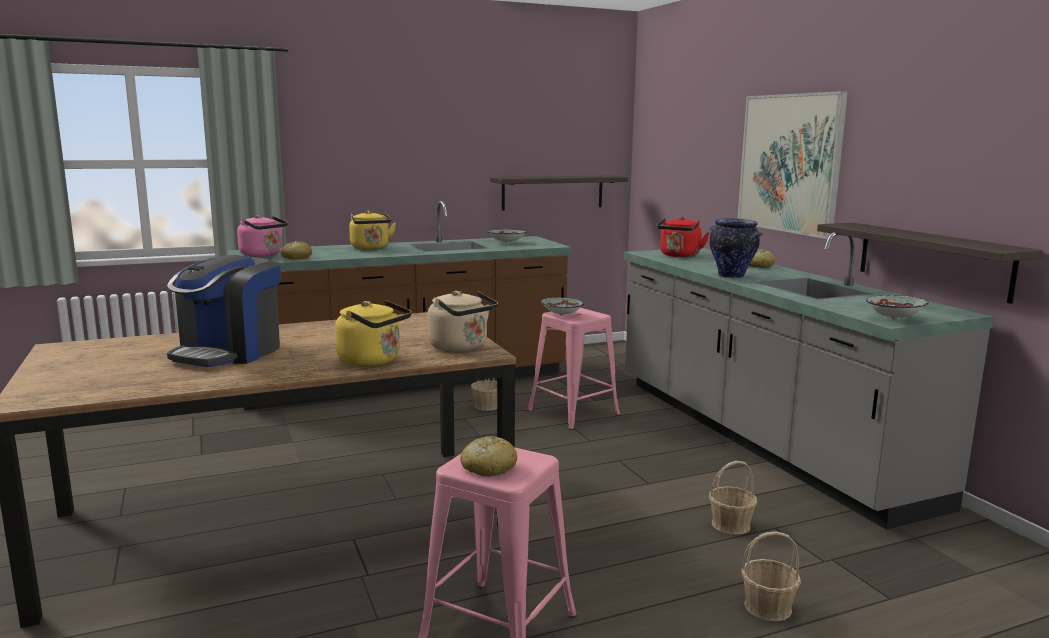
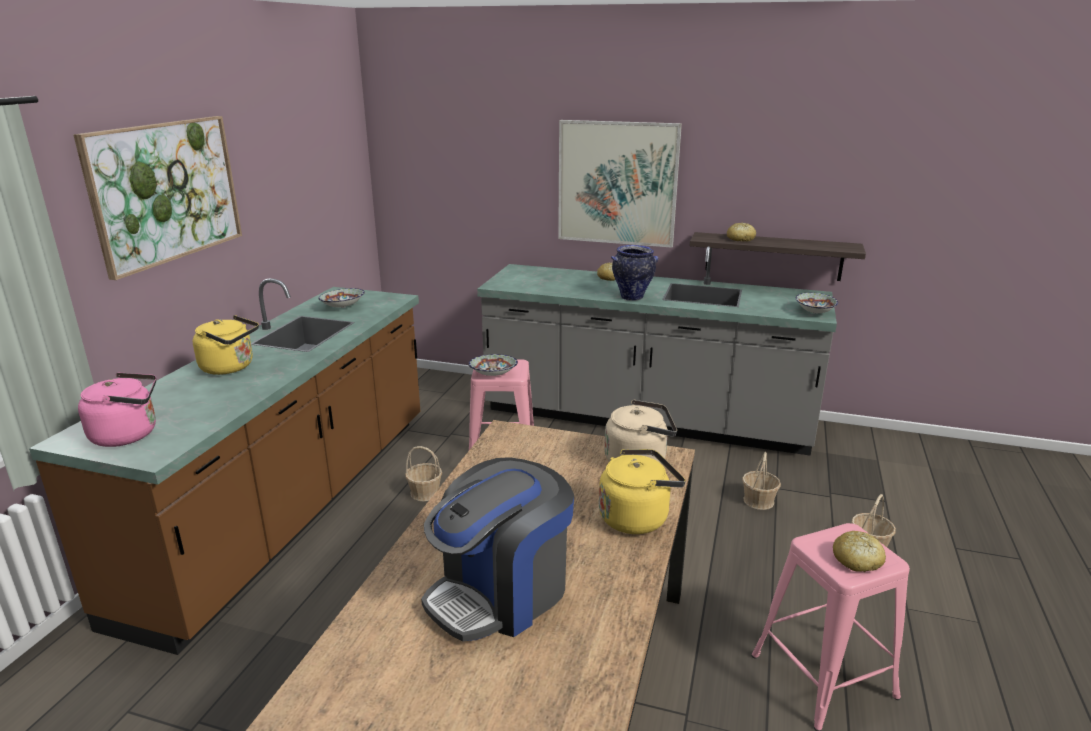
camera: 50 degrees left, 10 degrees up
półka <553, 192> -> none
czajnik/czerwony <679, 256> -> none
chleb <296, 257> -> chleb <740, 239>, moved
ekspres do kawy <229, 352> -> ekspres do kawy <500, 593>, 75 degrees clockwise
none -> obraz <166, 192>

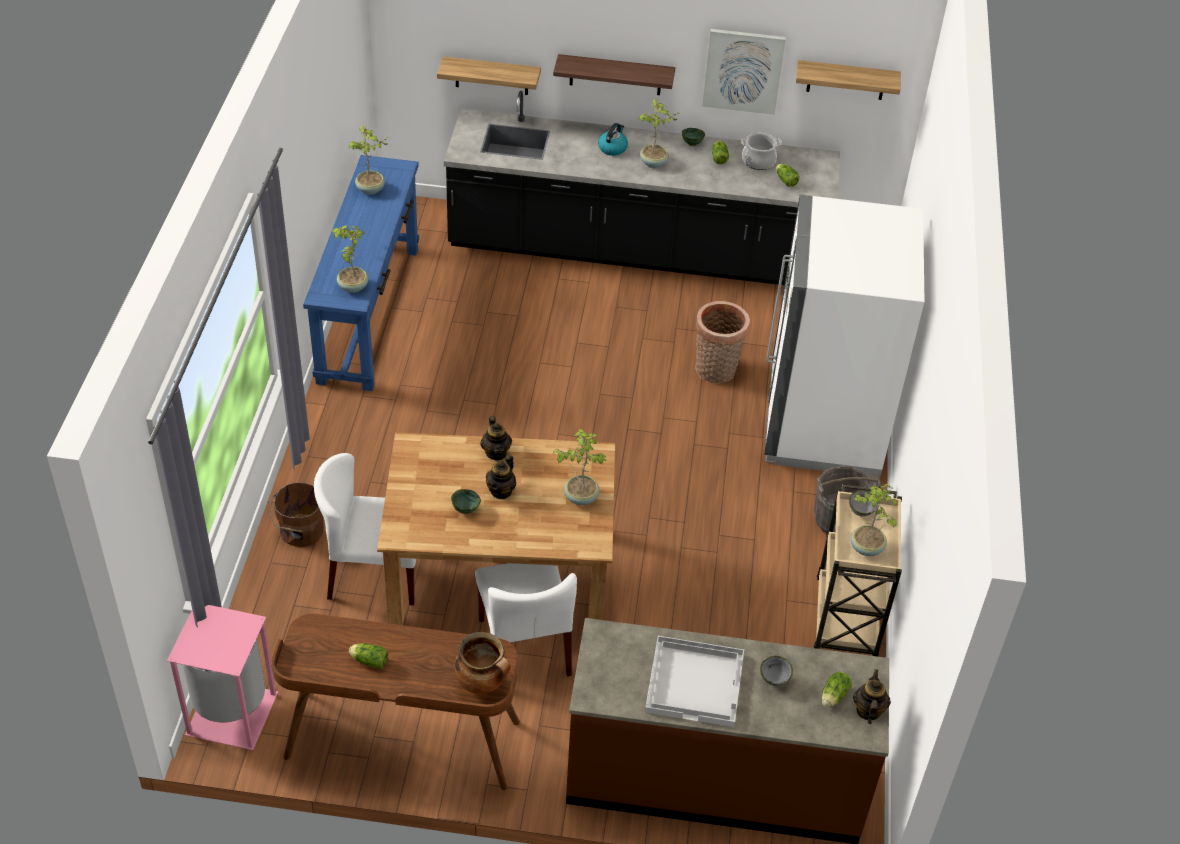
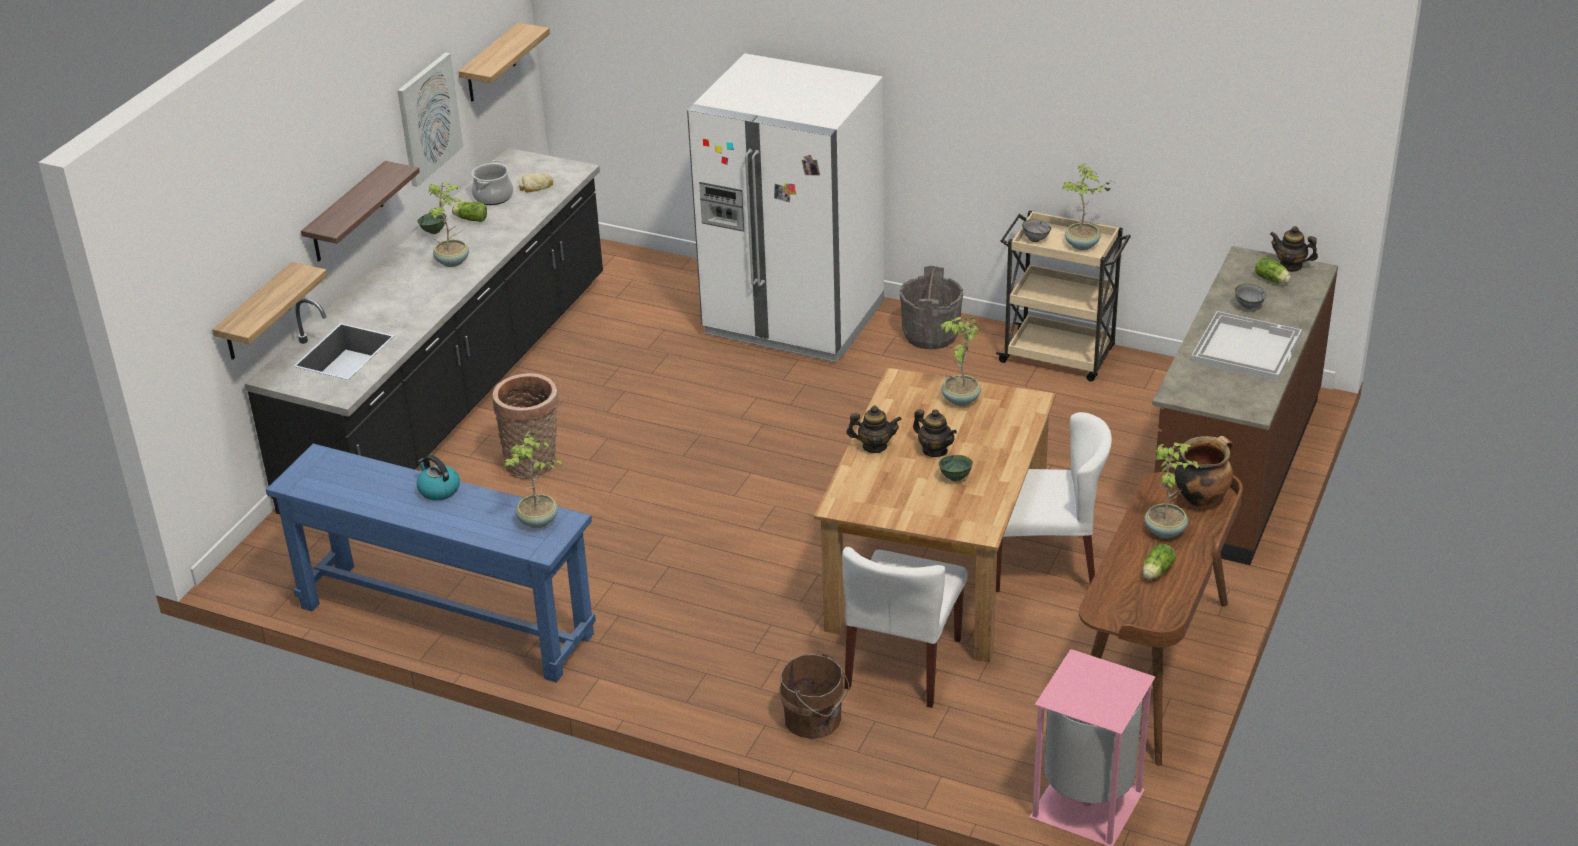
camera: 70 degrees left, 10 degrees down
czajnik <612, 148> -> czajnik <438, 490>, moved
roślina doniczkowa <371, 190> -> roślina doniczkowa <1166, 530>, moved
sałata <785, 180> -> chleb <536, 186>
koszyk <716, 372> -> koszyk <534, 464>, moved

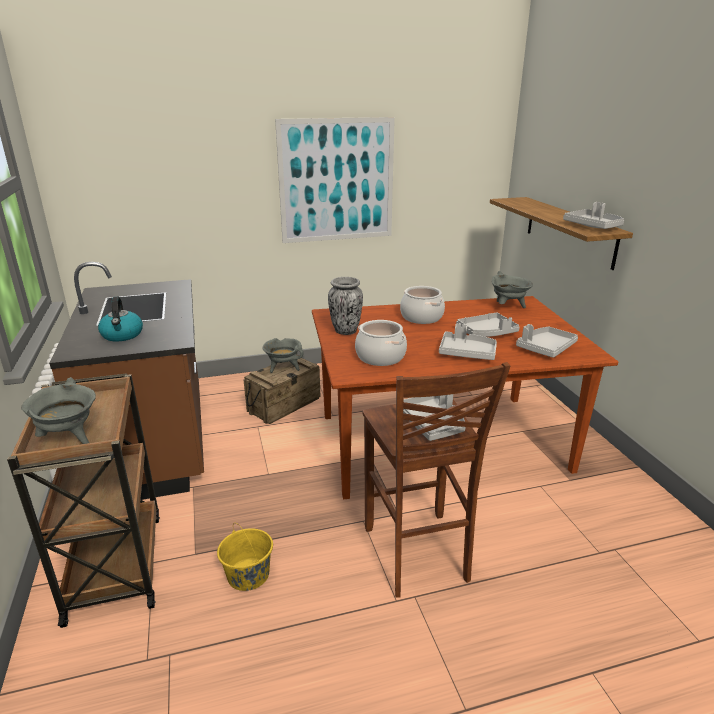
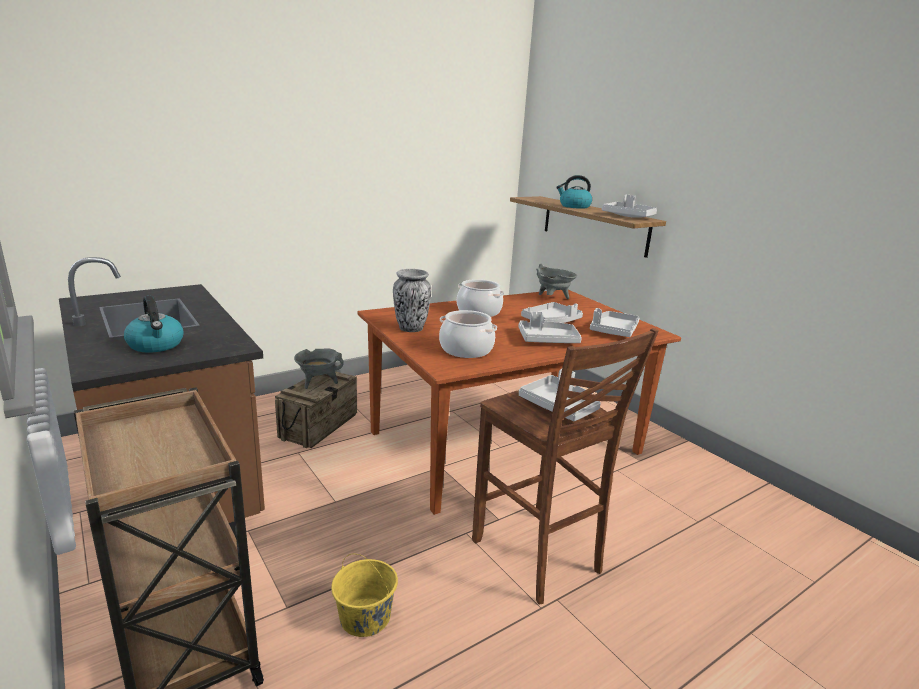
camera: 20 degrees left, 5 degrees down
obraz <337, 181> -> none
garnek/szary <70, 438> -> none
none -> czajnik <574, 206>

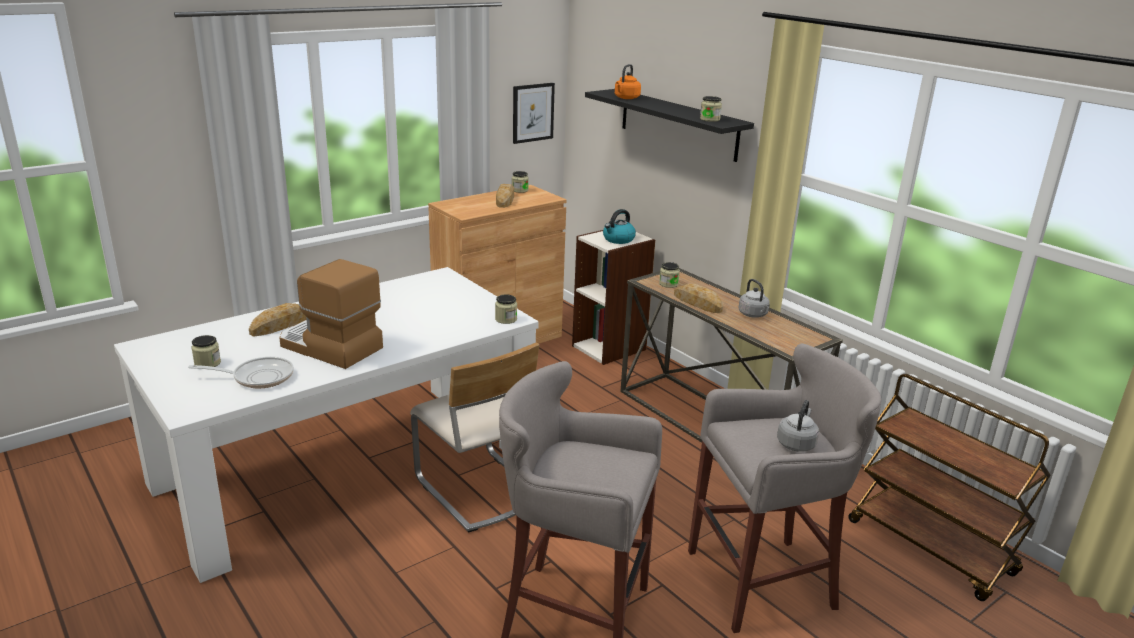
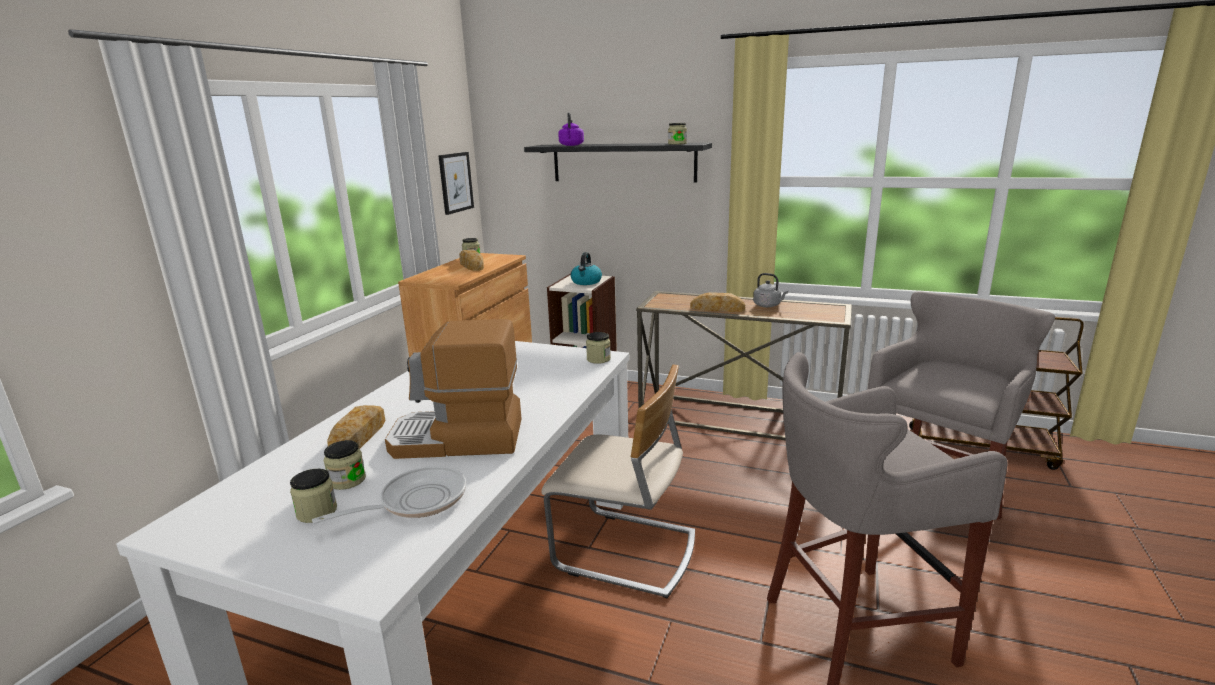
camera: 30 degrees left, 5 degrees down
czajnik/pomarańczowy <626, 98> -> czajnik/fioletowy <571, 145>
słoik <668, 284> -> słoik <347, 480>, moved
czajnik/szary <796, 443> -> none

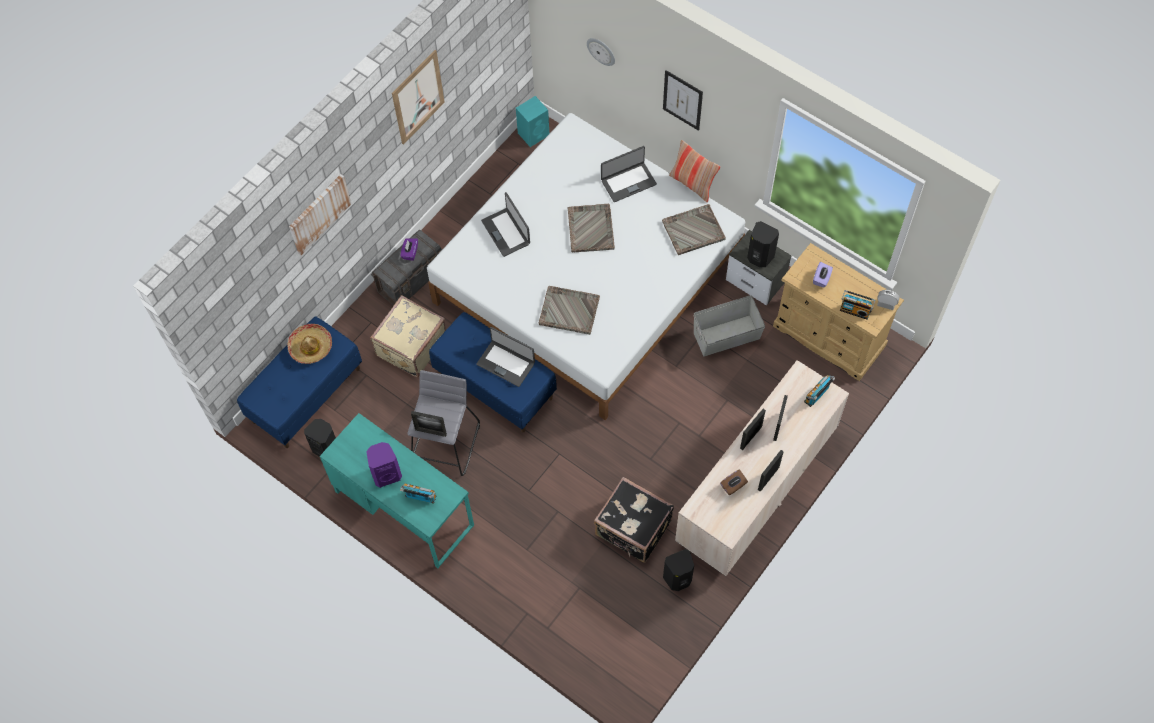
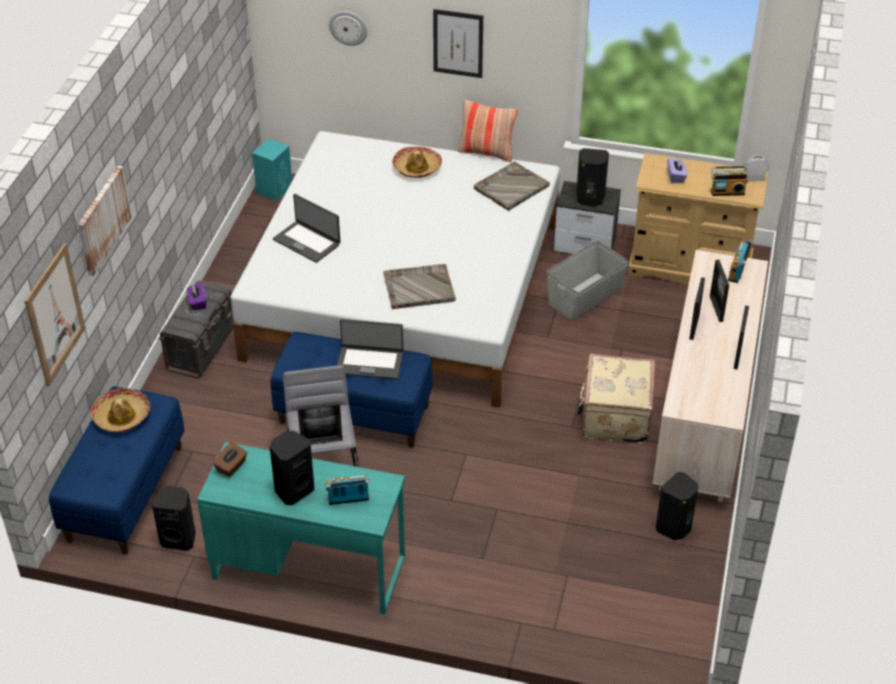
camera: 25 degrees left, 20 degrees down
obraz <418, 97> -> obraz <55, 315>, moved
laptop <628, 182> -> kapelusz <417, 167>
taca/szary <590, 228> -> none
walizka/beżowy <410, 346> -> walizka/beżowy <614, 417>, moved
głośnik/fioletowy <386, 474> -> głośnik/czarny <293, 490>
pudełko chusteczek/brązowy <733, 486> -> pudełko chusteczek/brązowy <231, 467>, moved
walizka/czarny <633, 529> -> none

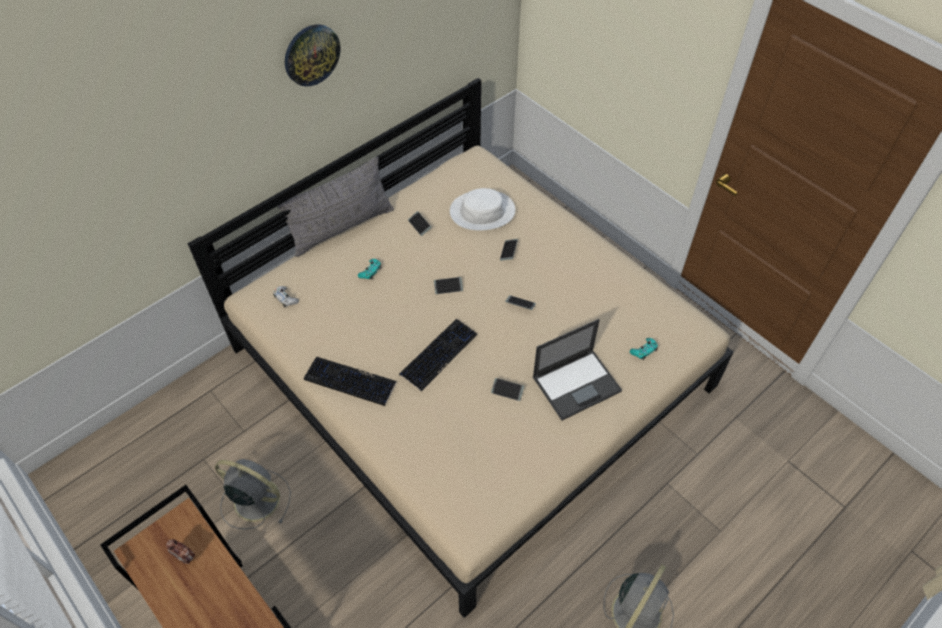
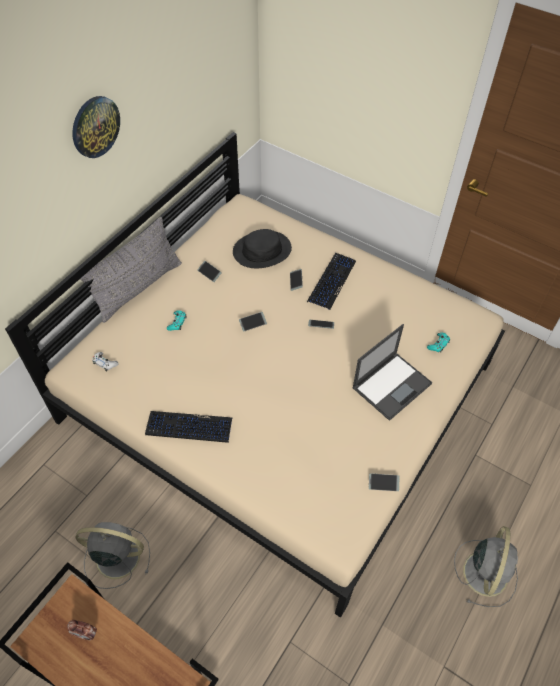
camera: 15 degrees left, 0 degrees up
kapelusz/biały <482, 211> -> kapelusz/czarny <262, 250>
klawiatura <438, 354> -> klawiatura <331, 281>, moved
telefon <507, 391> -> telefon <383, 483>, moved

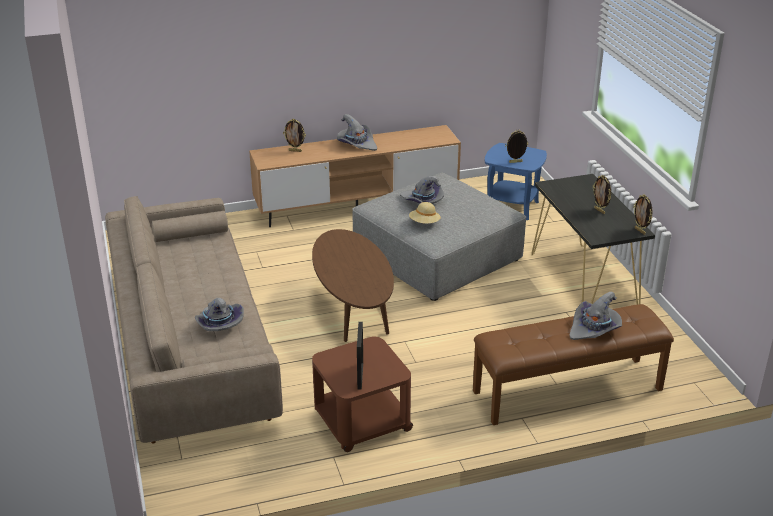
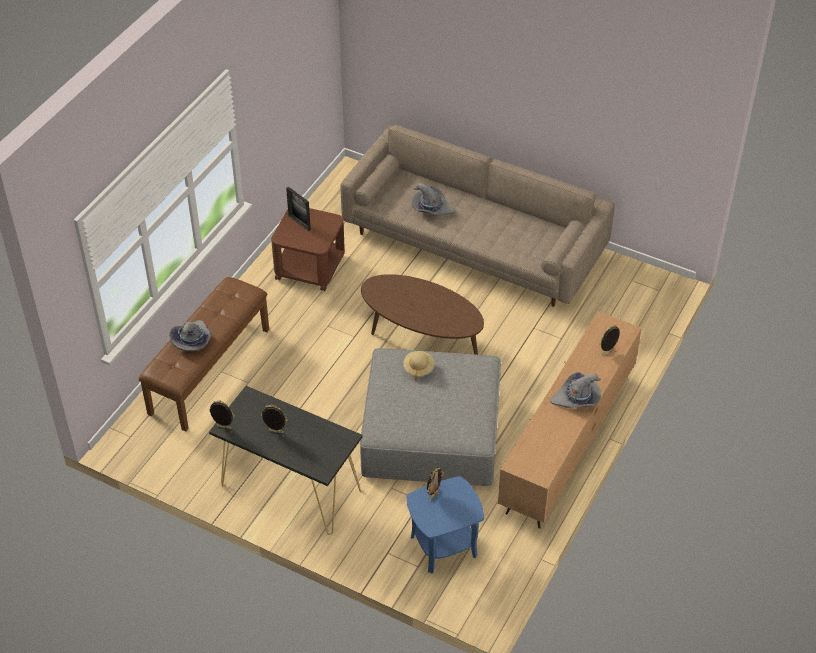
camera: 135 degrees right, 15 degrees up
kapelusz/szary <422, 201> -> none

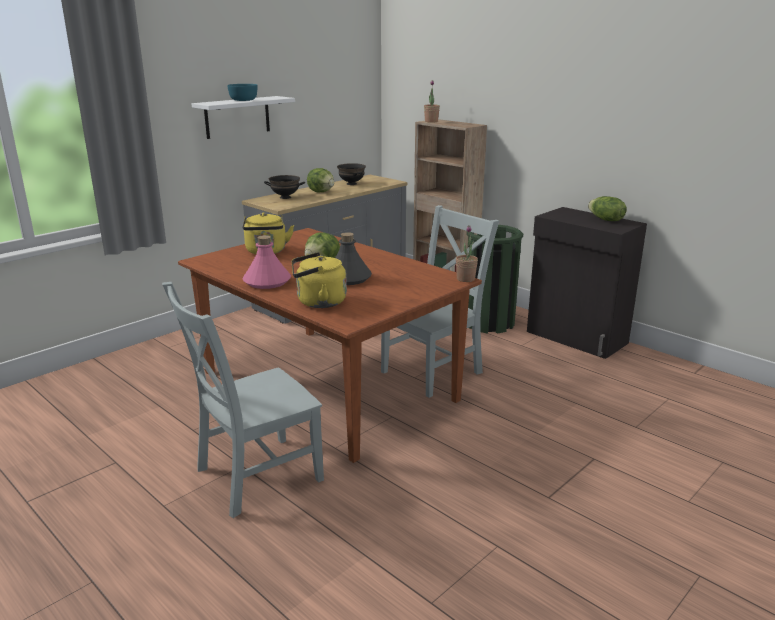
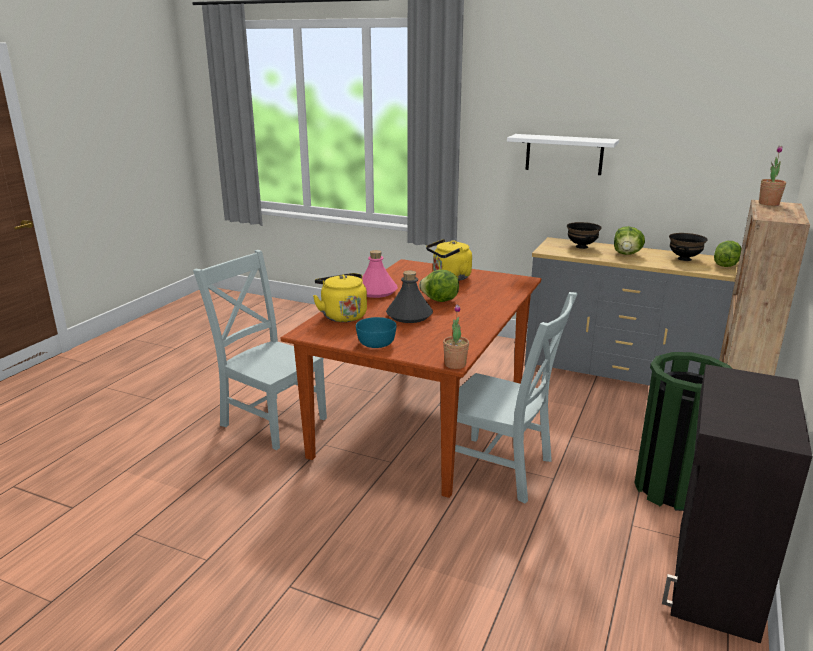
camera: 70 degrees right, 0 degrees up
miska/turkusowy <243, 100> -> miska/turkusowy <375, 343>, moved
sałata <605, 220> -> sałata <725, 265>, moved

